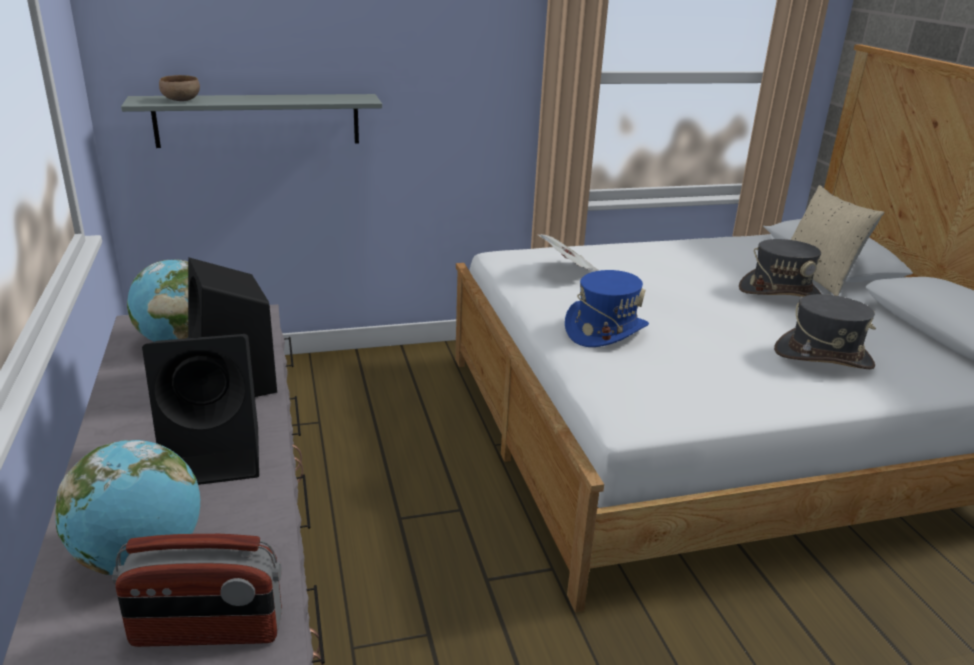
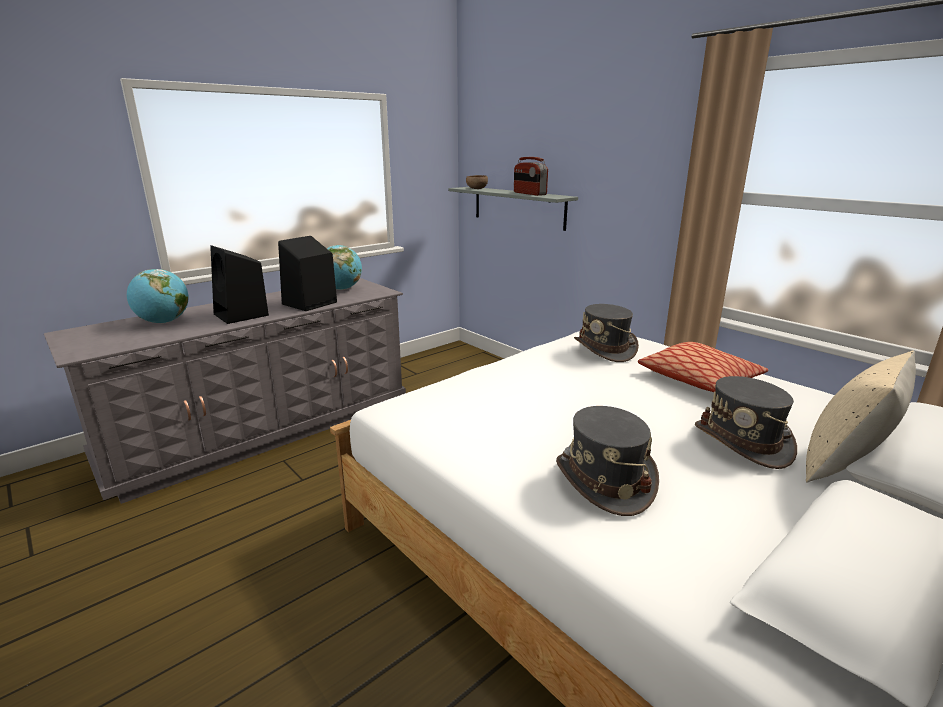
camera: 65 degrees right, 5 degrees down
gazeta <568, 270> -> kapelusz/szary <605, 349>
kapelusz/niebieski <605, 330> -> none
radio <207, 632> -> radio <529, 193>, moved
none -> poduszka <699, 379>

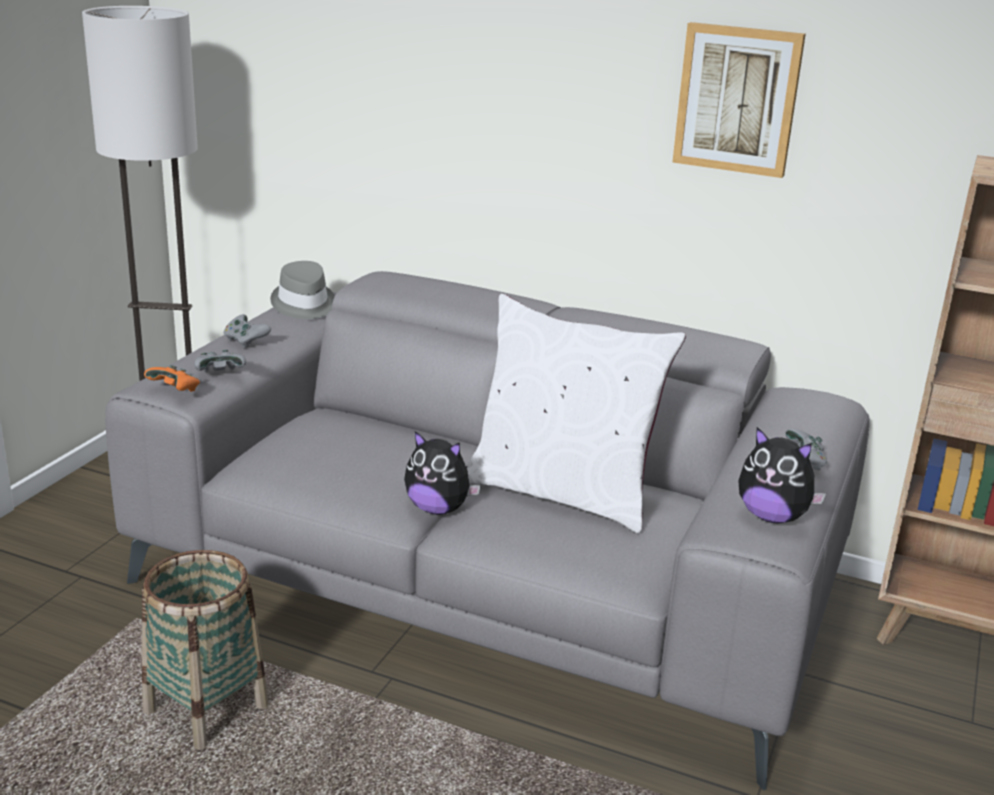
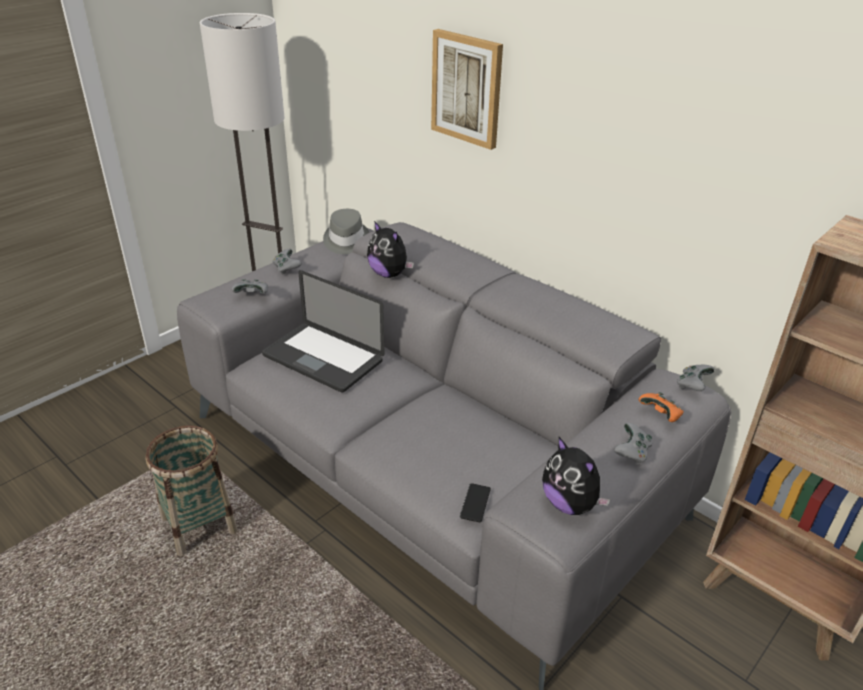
camera: 20 degrees right, 10 degrees up
obraz <737, 99> -> obraz <467, 88>, moved
poduszka/biały <562, 492> -> none
pad do gier/pomarańczowy <175, 391> -> pad do gier/pomarańczowy <661, 415>, moved
pluszak <438, 509> -> pluszak <389, 274>, moved
none -> laptop <323, 358>
none -> pad do gier/szary <692, 385>
none -> telefon <475, 503>

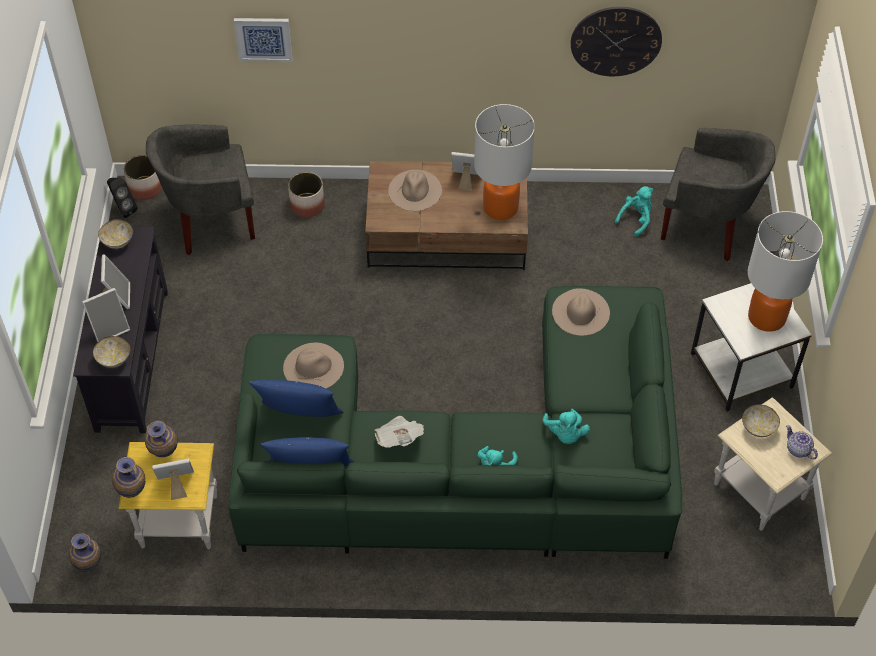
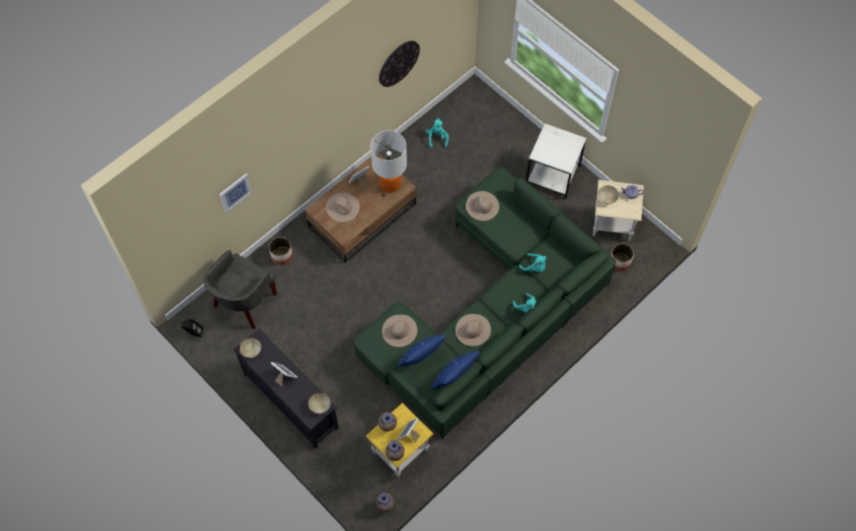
camera: 45 degrees left, 10 degrees up
fotel/szary <708, 225> -> none
donica <145, 188> -> donica <619, 262>, moved
lampa stołowa <766, 317> -> none
ramka na zdjęcie <110, 328> -> none
gazeta <399, 439> -> kapelusz/beżowy <473, 330>

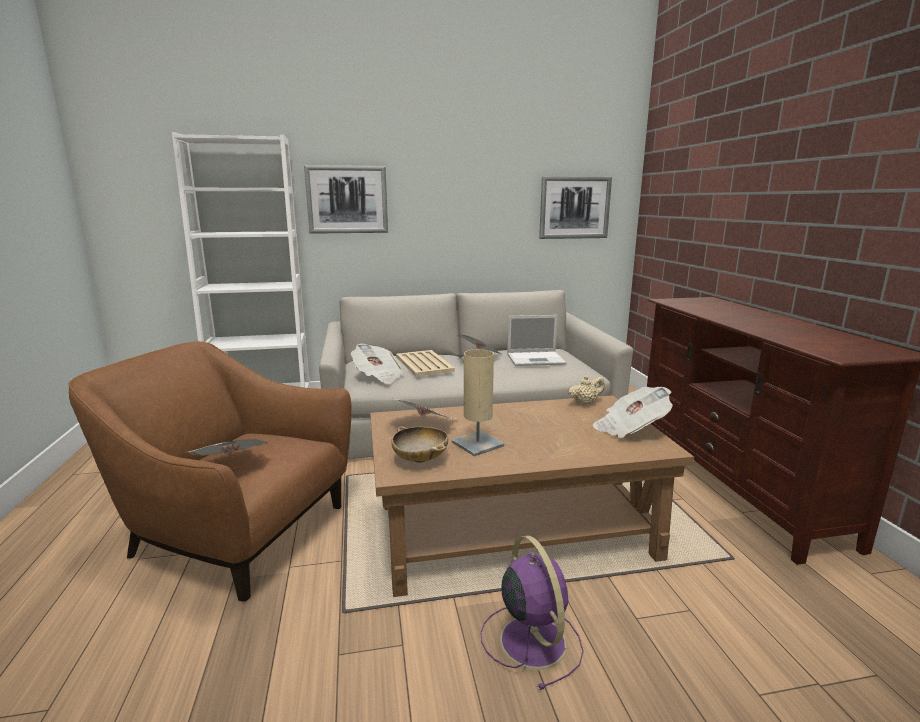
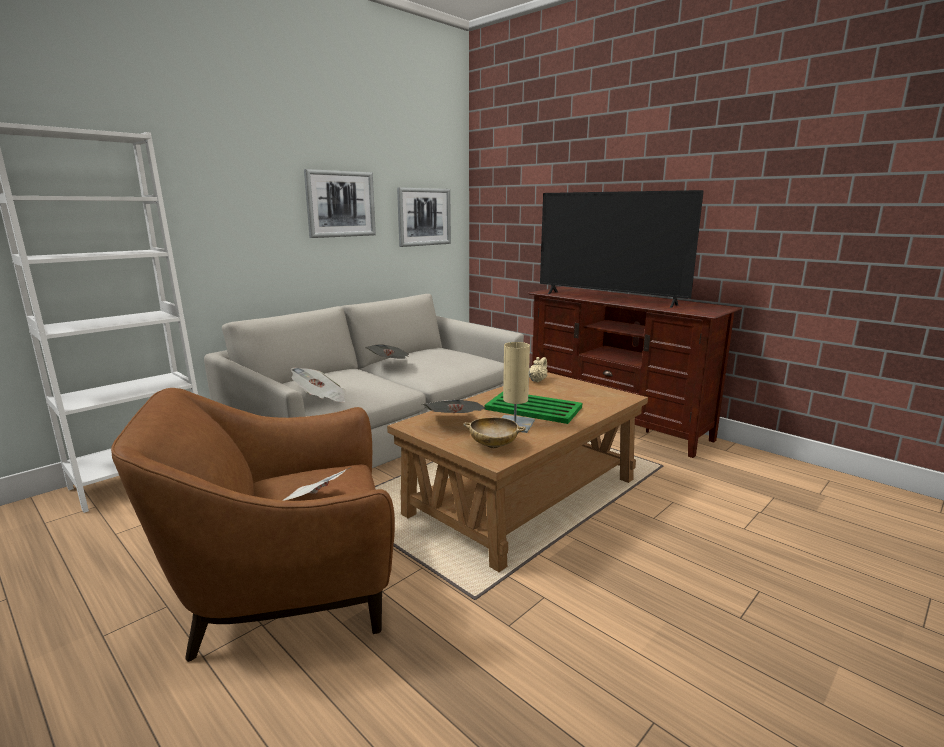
camera: 35 degrees left, 0 degrees up
obraz <347, 199> -> obraz <341, 204>, moved
laptop <536, 359> -> none
taca/beżowy <424, 364> -> none
gazeta <630, 429> -> none
wentylator/fioletowy <531, 639> -> none
none -> telewizor <609, 299>
none -> taca/zielony <532, 408>

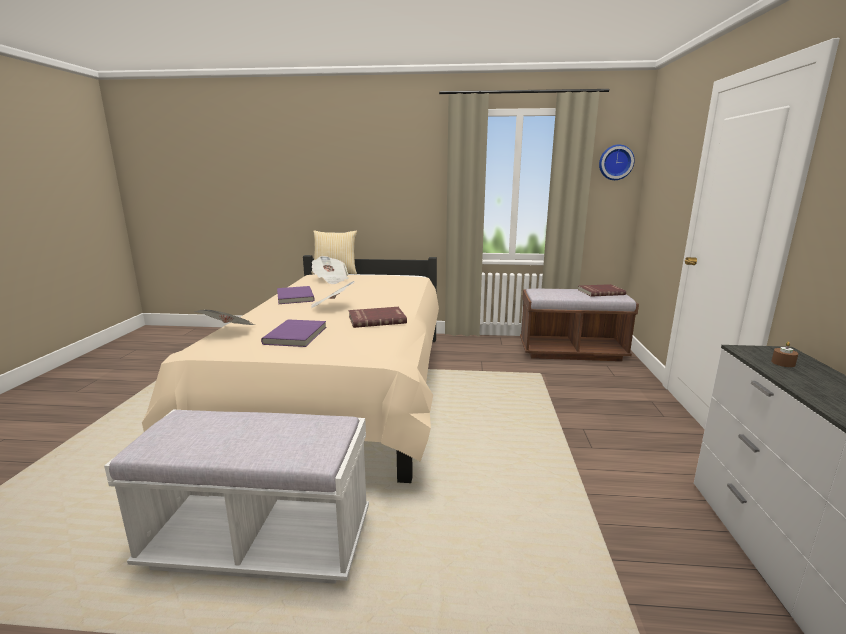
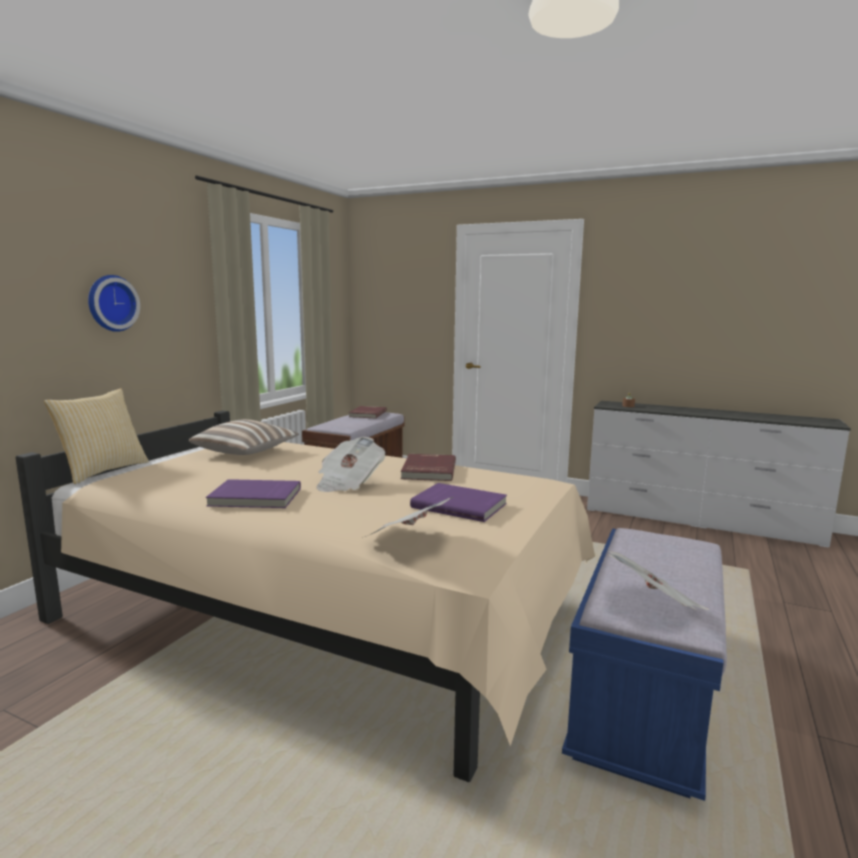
camera: 70 degrees left, 5 degrees down
zegar ścienny <615, 162> -> zegar ścienny <111, 303>, moved
gazeta <330, 280> -> gazeta <654, 605>, moved
ławka/biały <260, 543> -> ławka/niebieski <641, 706>
none -> poduszka <246, 452>

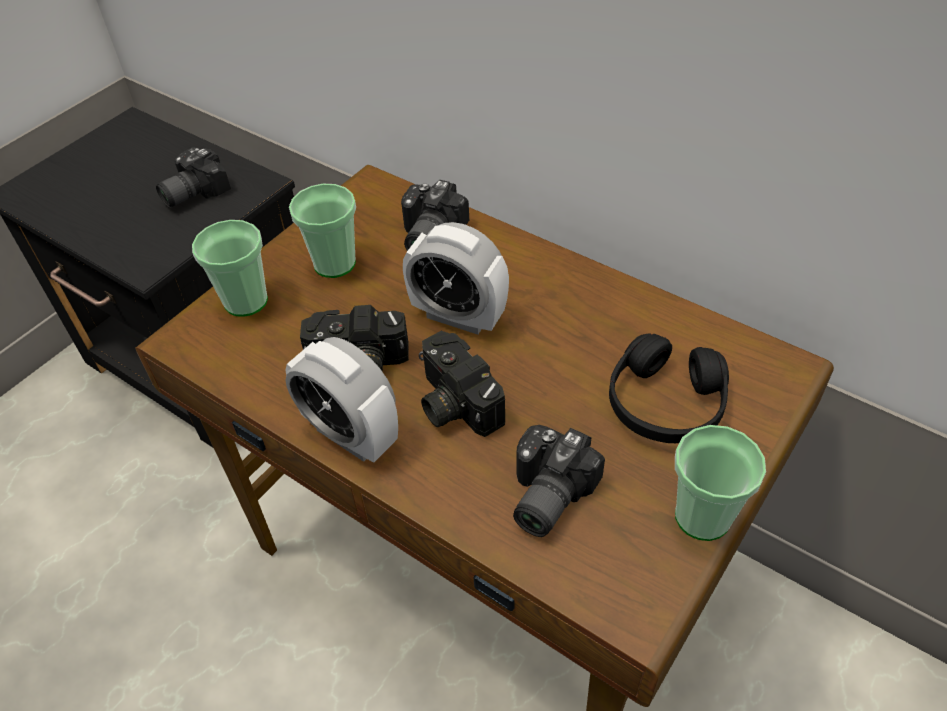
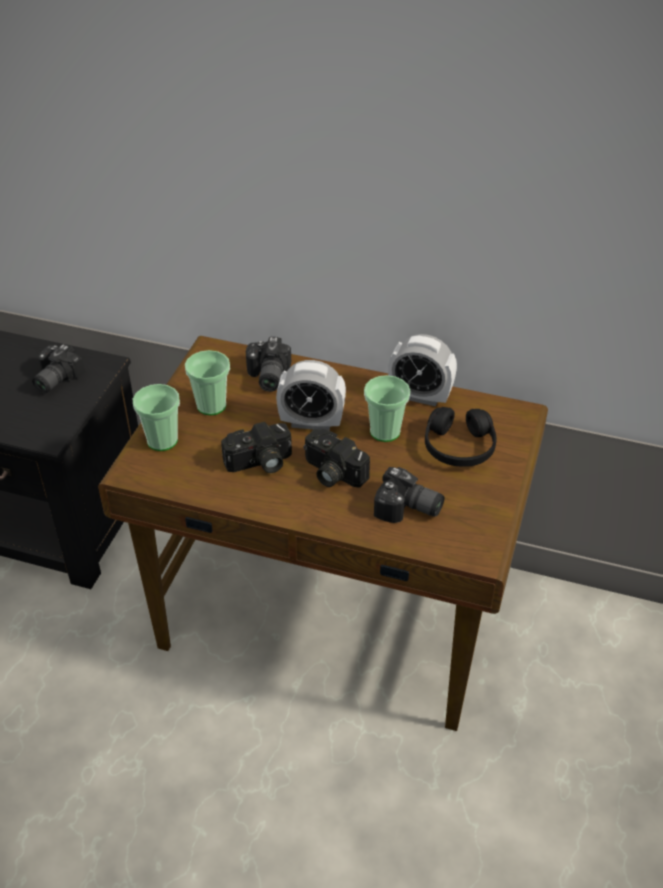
camera: 20 degrees left, 5 degrees down
budzik <351, 435> -> budzik <420, 396>, moved
aparat fotograficzny <544, 494> -> aparat fotograficzny <408, 510>, 75 degrees counterclockwise
filiżanka <702, 516> -> filiżanka <385, 431>, moved

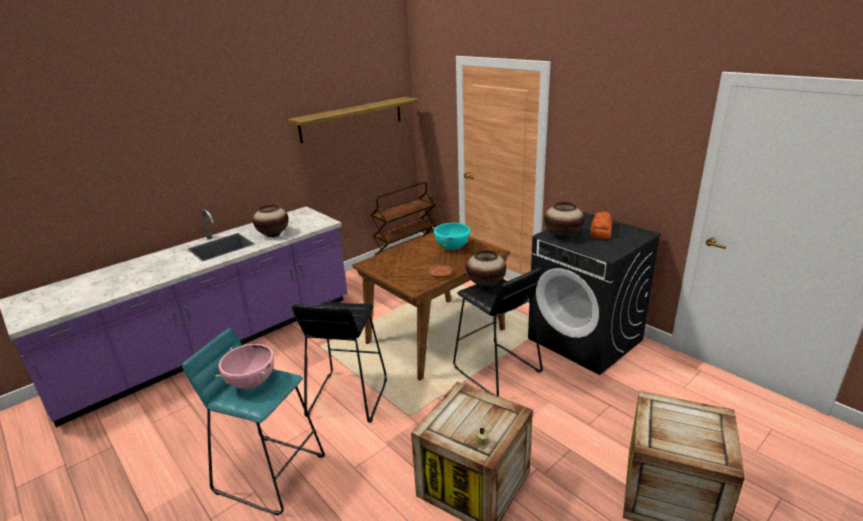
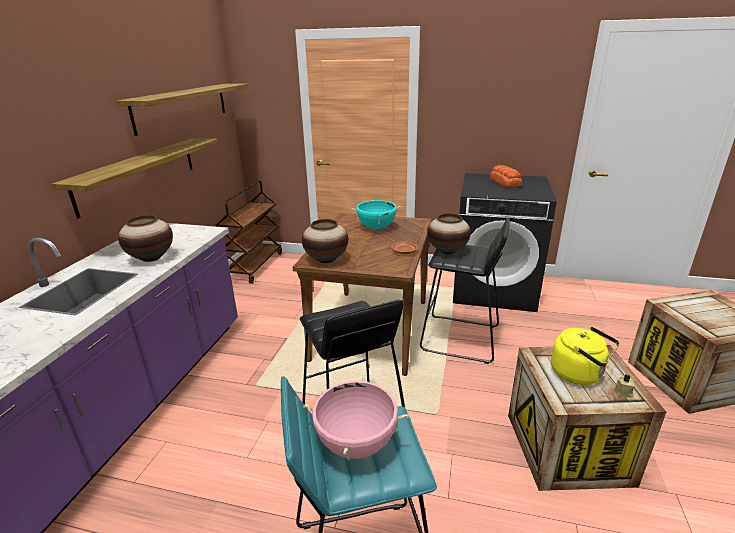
camera: 35 degrees left, 0 degrees up
wazon <562, 236> -> wazon <326, 259>, moved
none -> półka <139, 173>
none -> czajnik/żółty <579, 374>

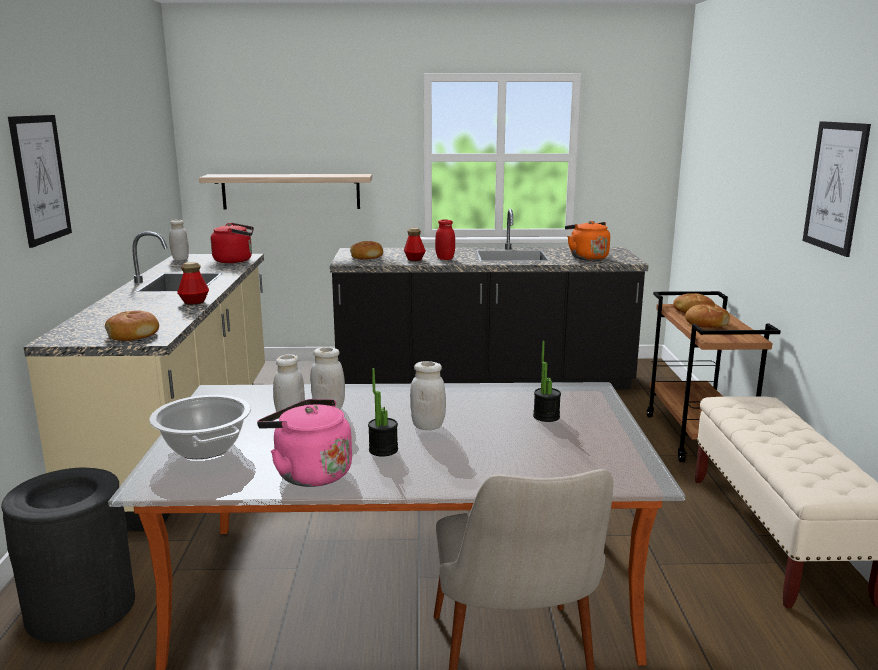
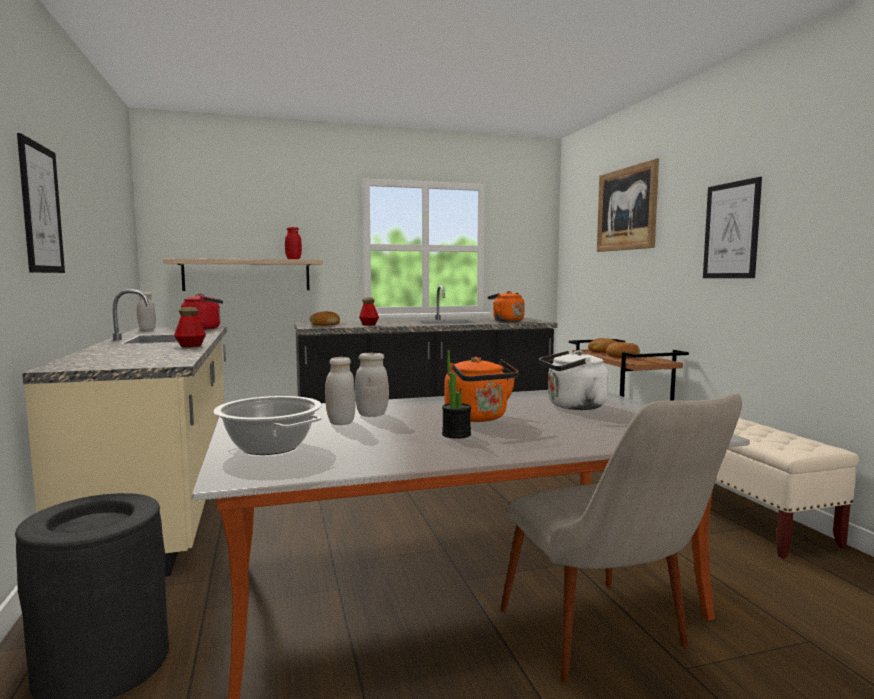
camera: 15 degrees left, 10 degrees down
słoik/czerwony <445, 259> -> słoik/czerwony <293, 259>, moved
chleb <133, 334> -> none
roślina doniczkowa <546, 416> -> czajnik/biały <573, 406>
słoik/biały <428, 426> -> czajnik/pomarańczowy <478, 418>
czajnik/różowy <309, 473> -> none
none -> obraz <626, 209>

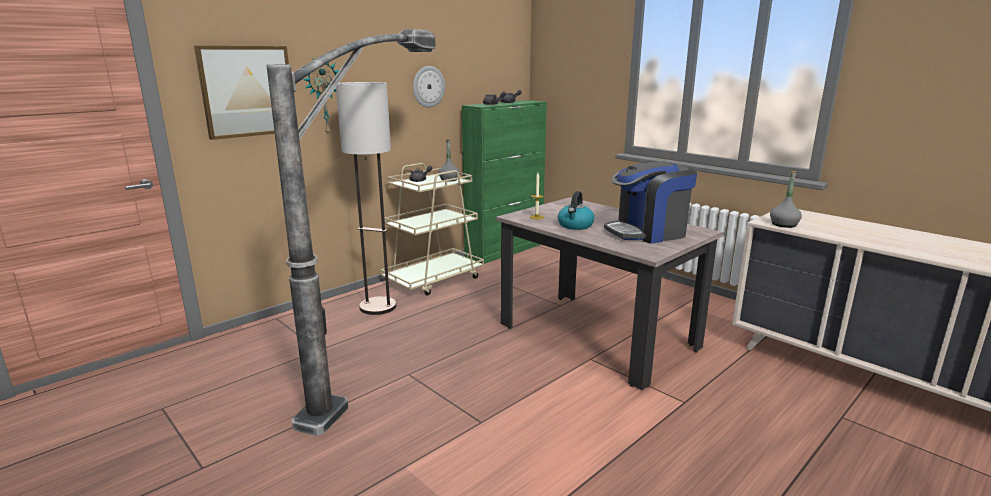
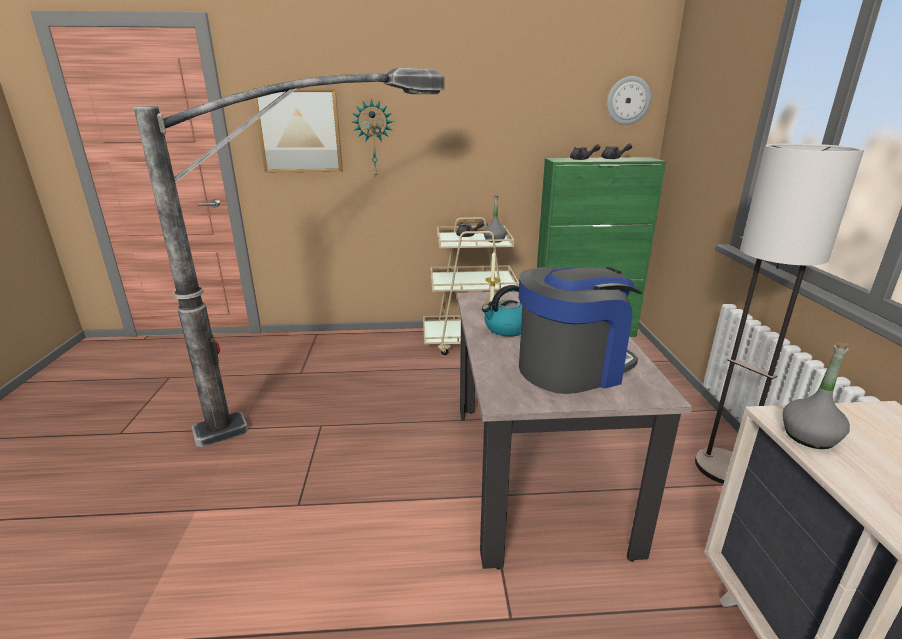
camera: 40 degrees right, 5 degrees up
zegar ścienny <428, 86> -> zegar ścienny <628, 100>, moved
lampa stojąca <378, 307> -> lampa stojąca <723, 467>, moved
ekspres do kawy <647, 232> -> ekspres do kawy <572, 367>, 135 degrees clockwise

